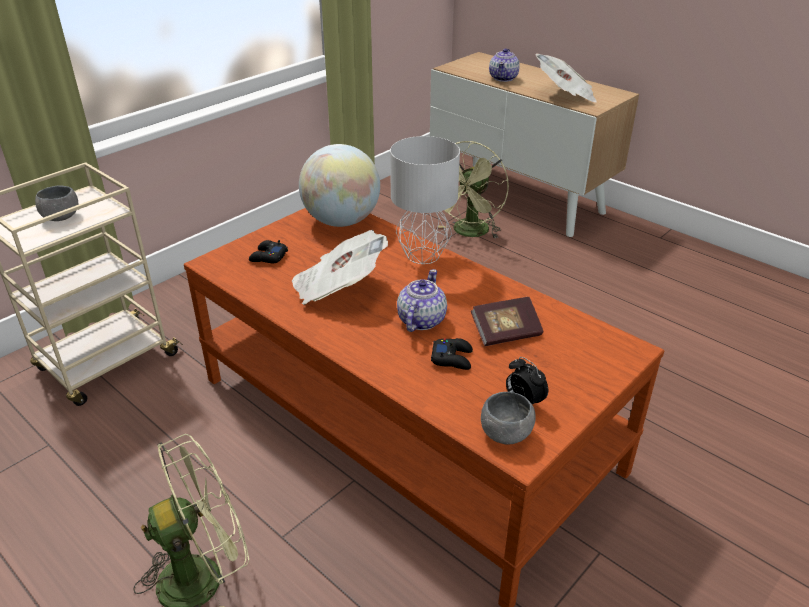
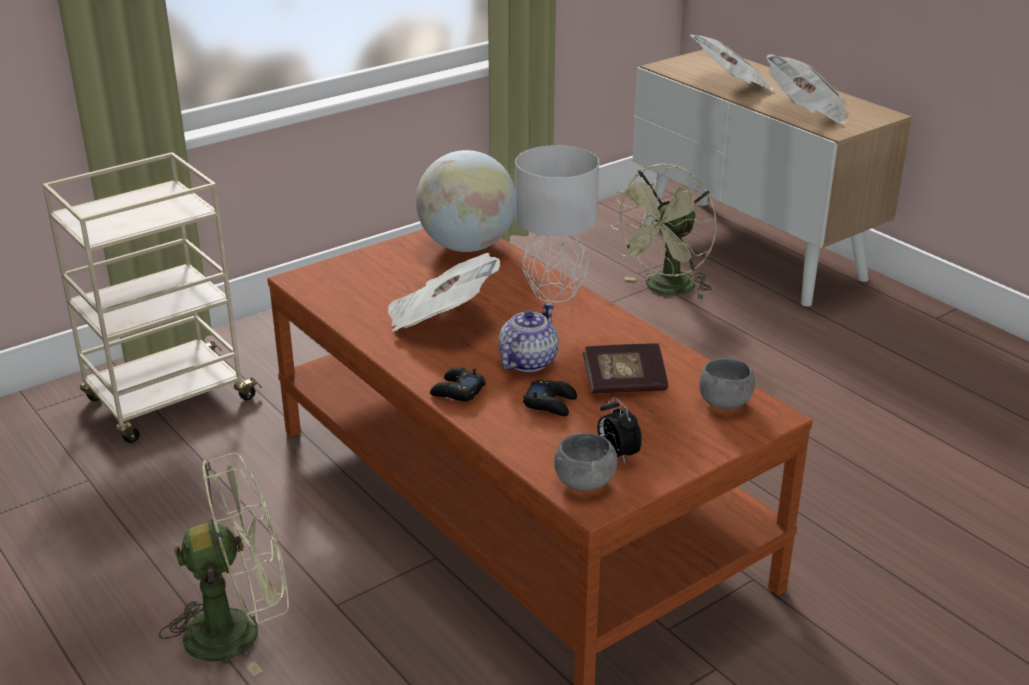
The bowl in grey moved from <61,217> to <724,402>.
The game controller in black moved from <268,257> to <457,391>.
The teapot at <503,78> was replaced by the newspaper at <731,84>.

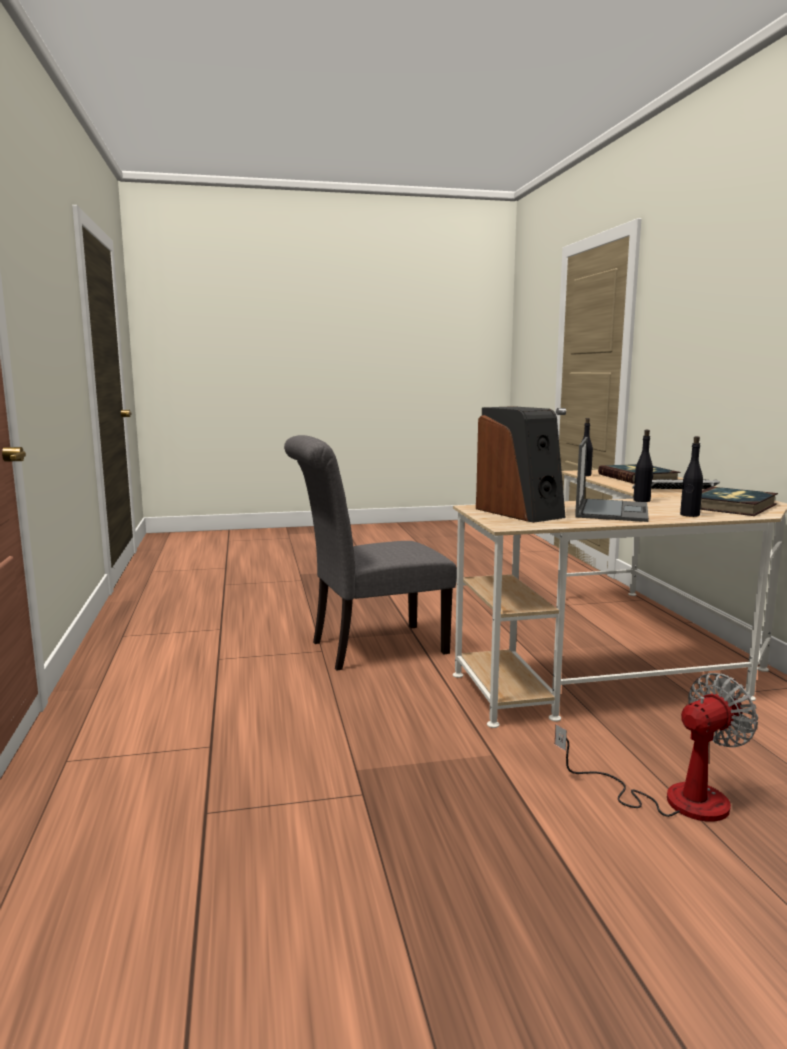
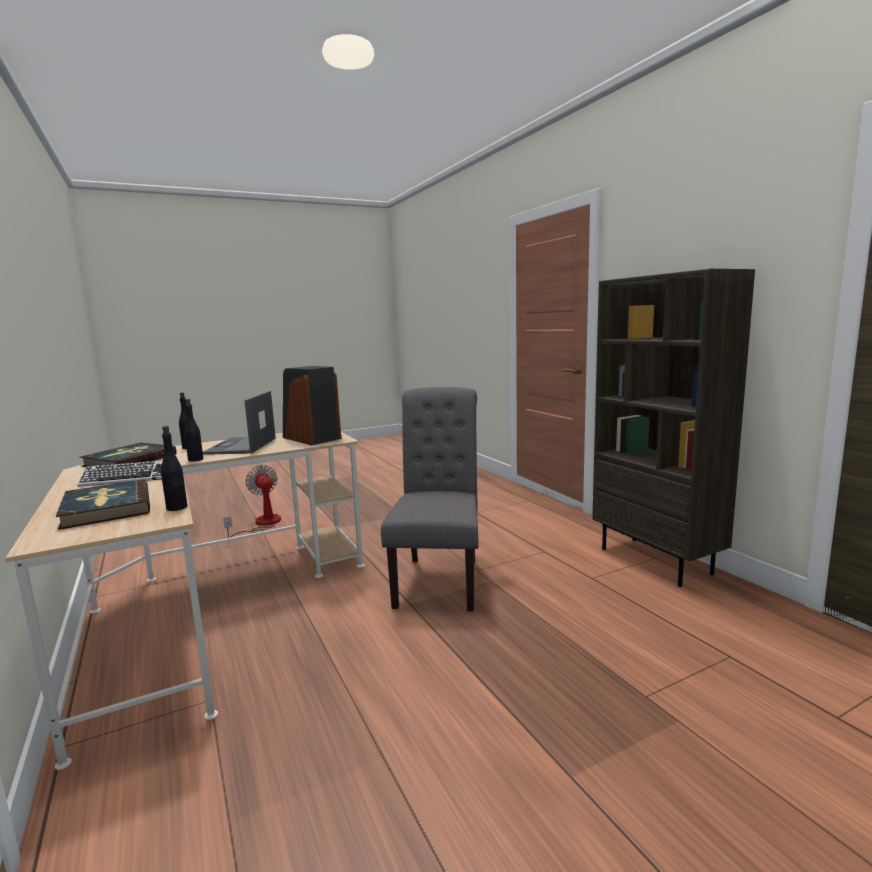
The bookcase in brown at <656,561> appeared.
The chair in grey at <370,648> turned 45 degrees counterclockwise.
The fan at <672,798> turned 105 degrees clockwise.

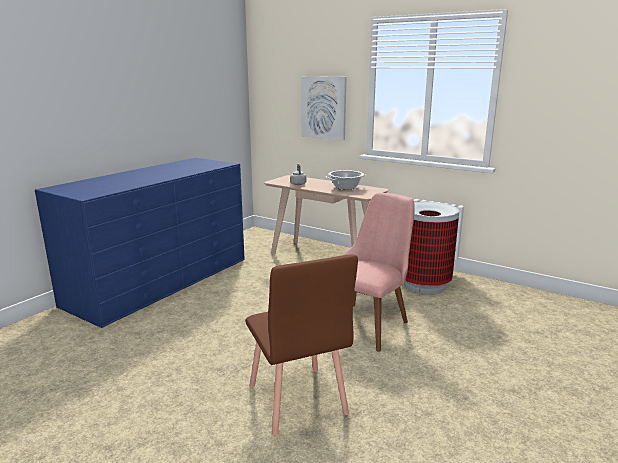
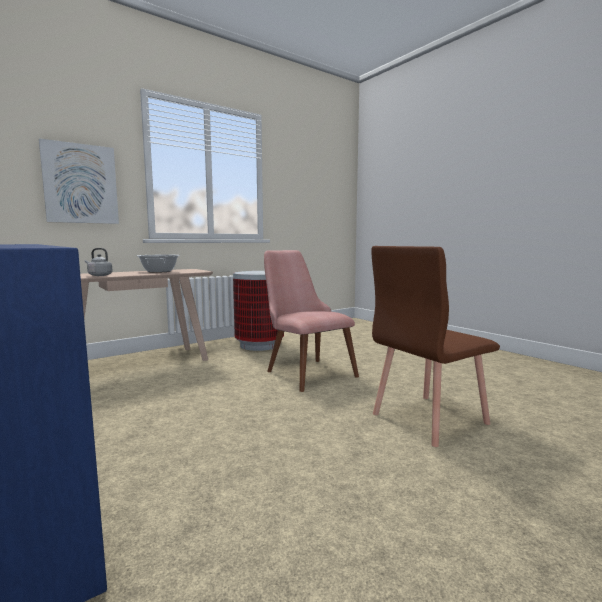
The chair in brown at <296,400> turned 150 degrees clockwise.

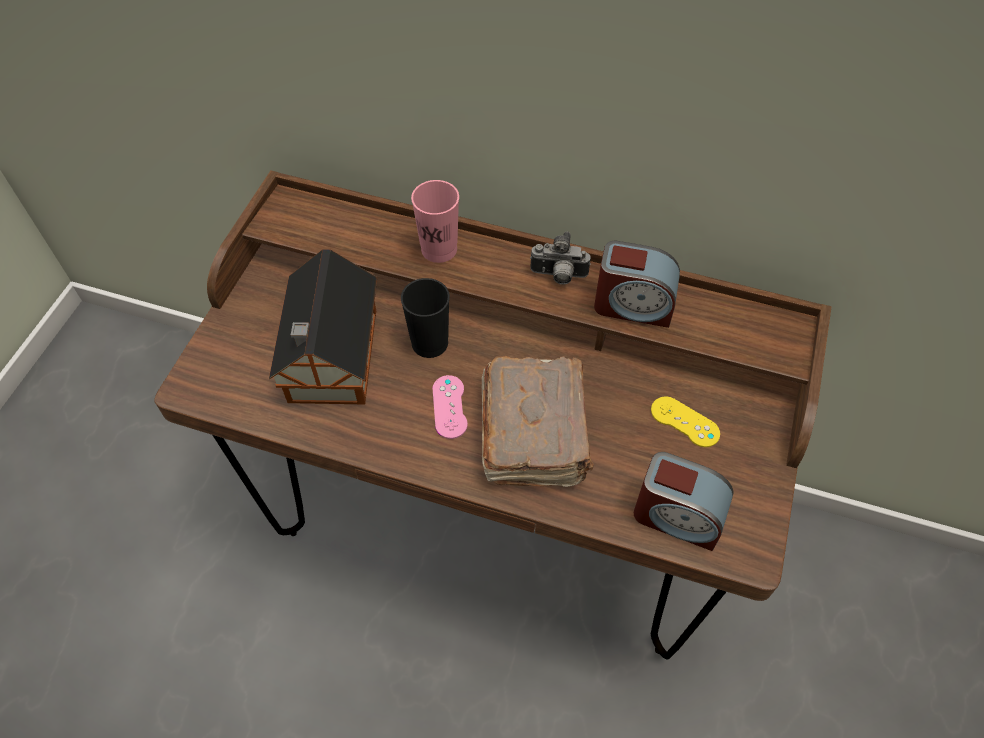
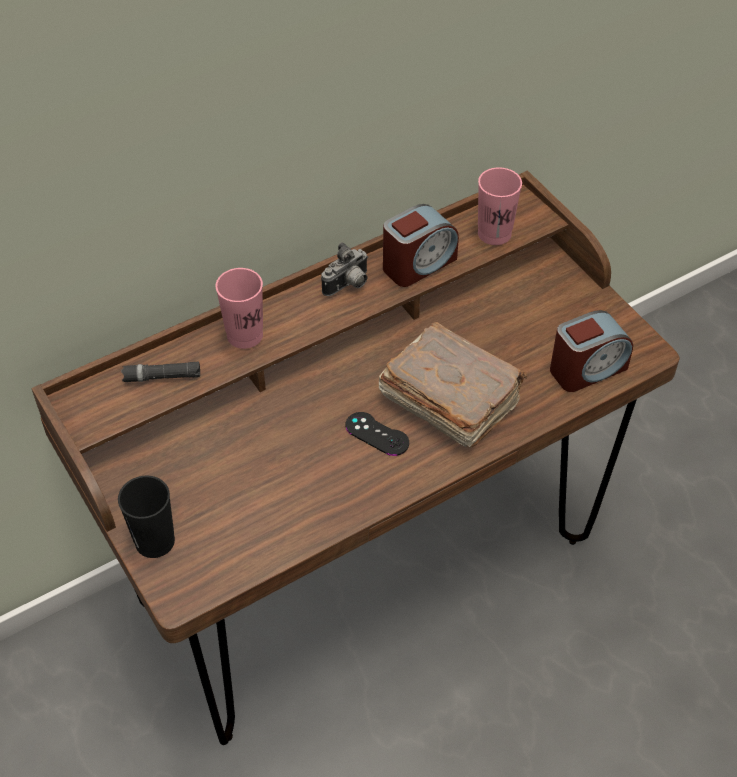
The toy house at <331,360> disappeared.
The game controller in yellow at <684,422> disappeared.
The flashlight in black at <162,376> appeared.
The cup in pink at <494,233> appeared.
The cup in black moved from <429,343> to <155,541>.
The game controller in pink at <449,407> became the game controller in black at <377,434>.

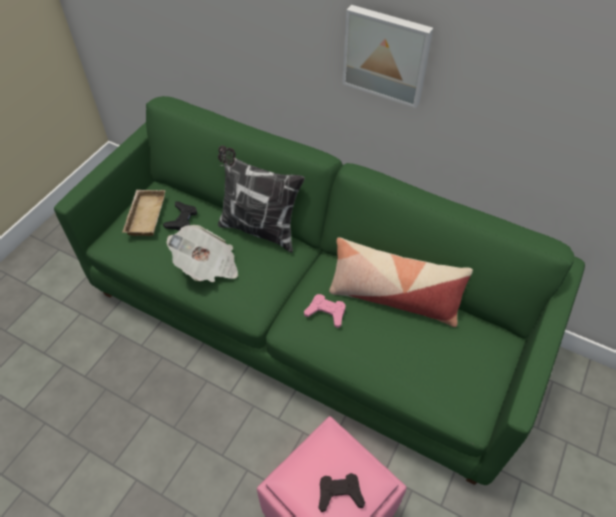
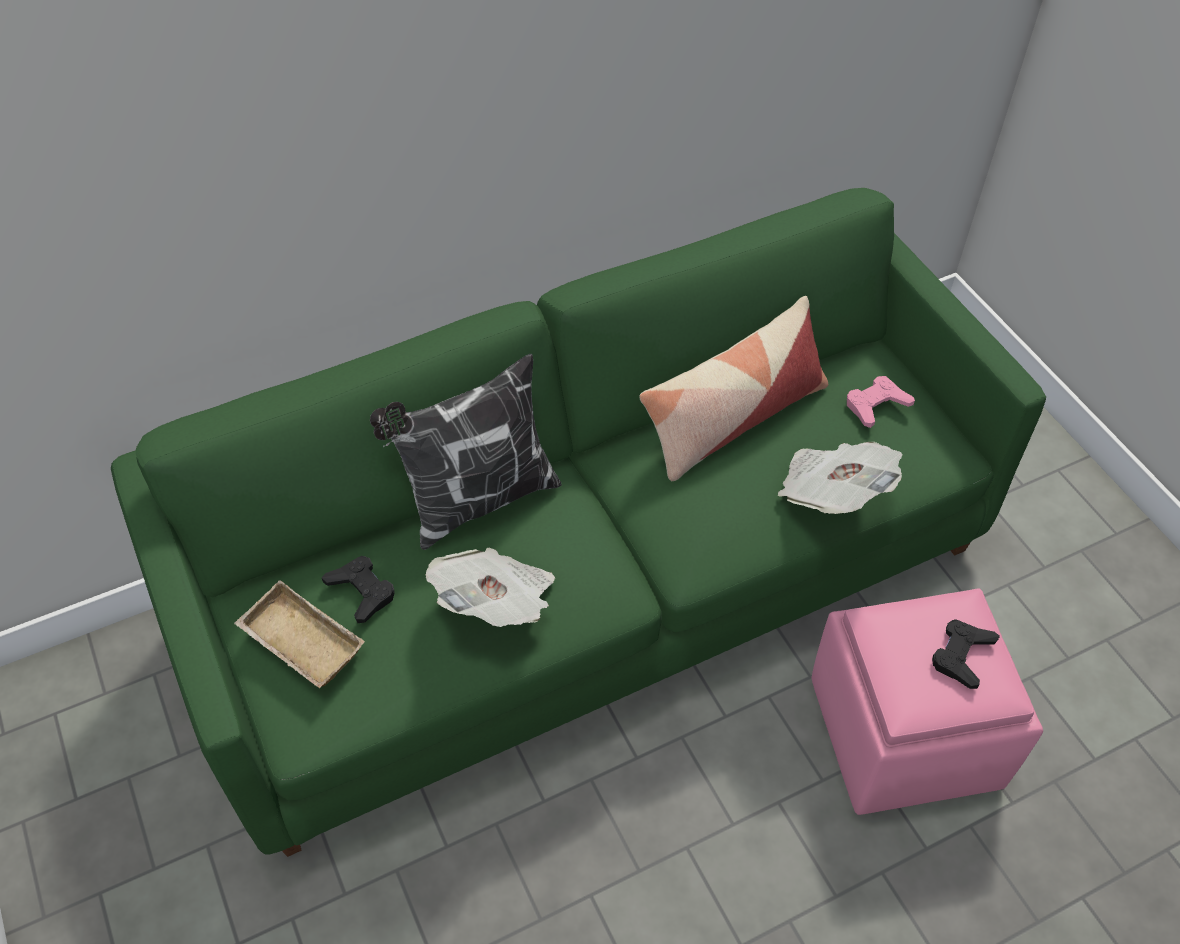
The picture at <386,55> disappeared.
The newspaper at <833,492> appeared.
The game controller in pink moved from <326,312> to <876,405>.

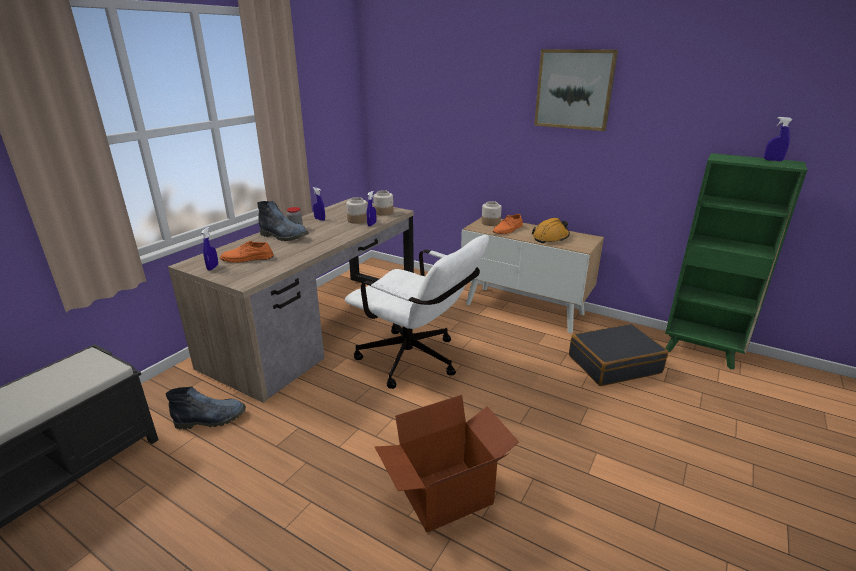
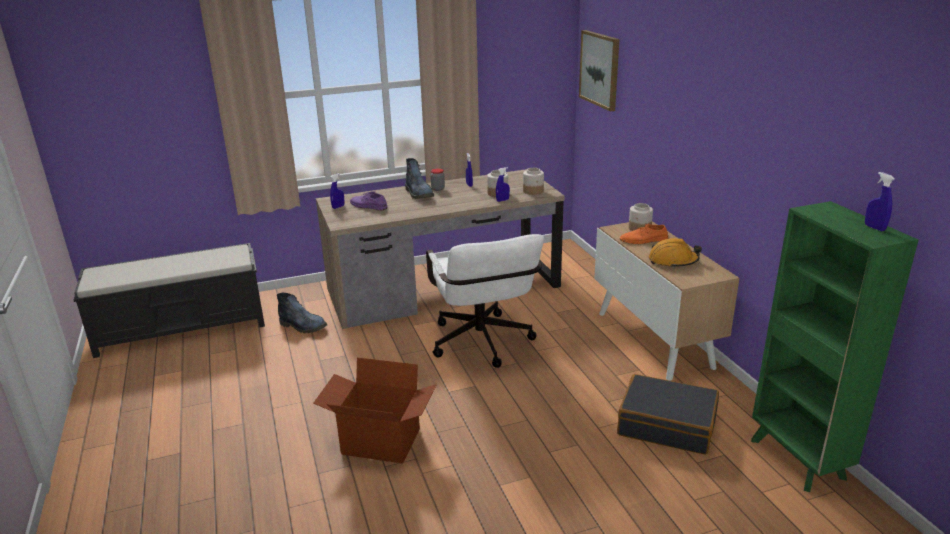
The picture moved from <574,89> to <600,69>.
The shoe in orange at <247,258> became the shoe in purple at <368,206>.

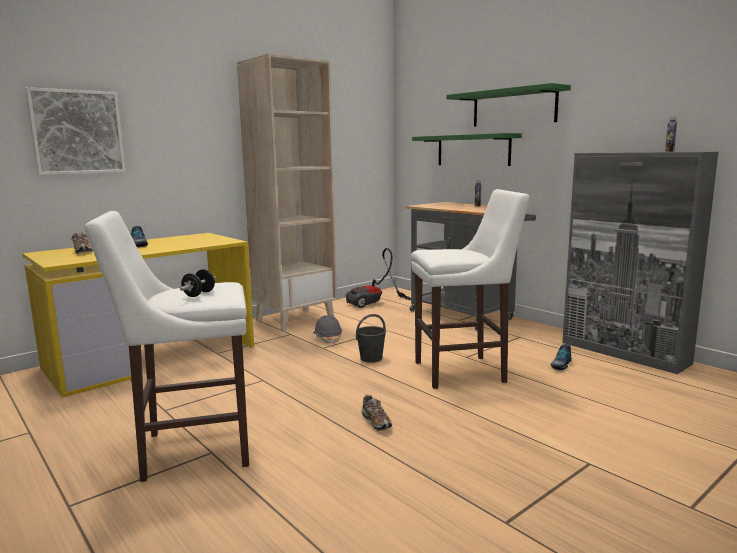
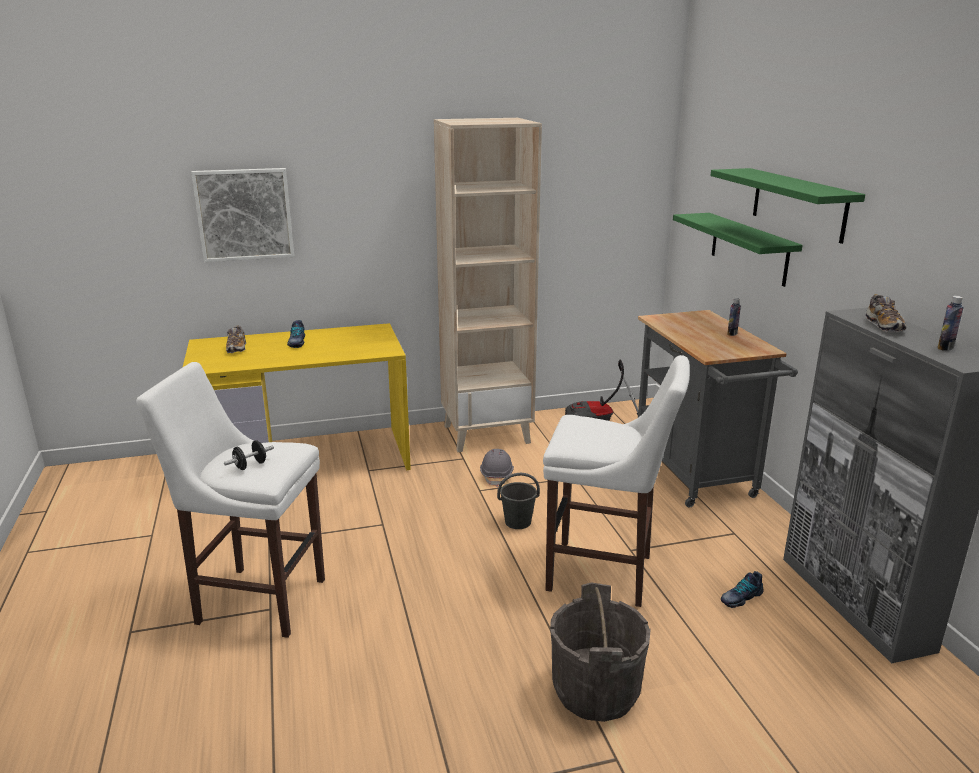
The bucket in grey at <596,691> appeared.
The shoe moved from <376,422> to <884,326>.

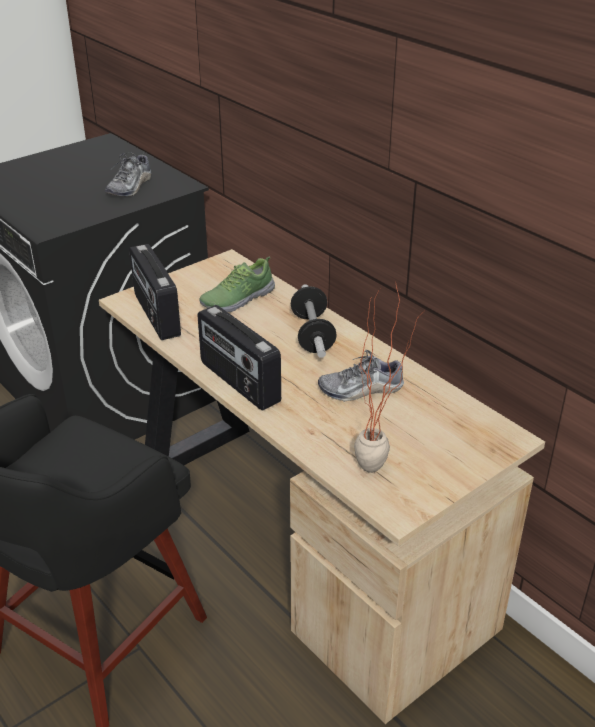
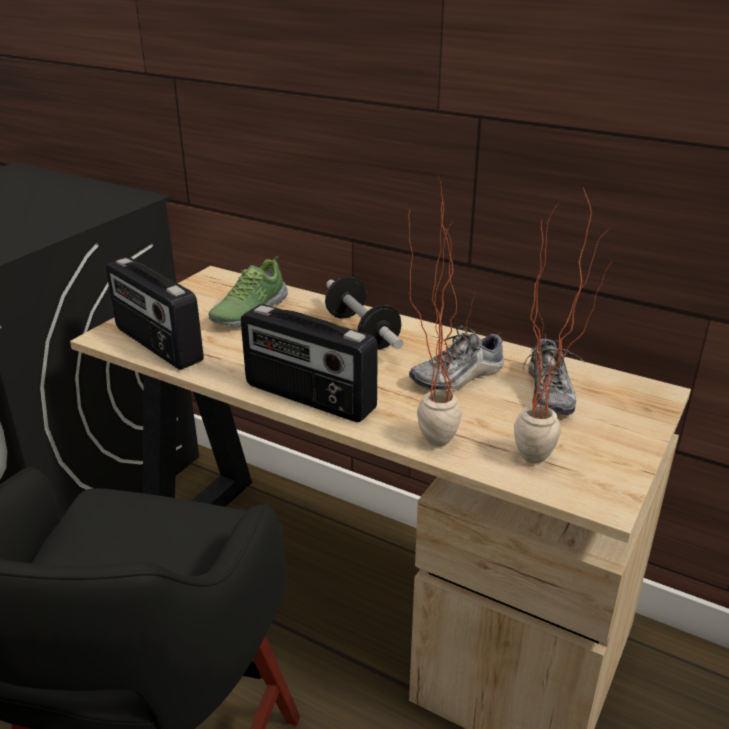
The potted plant at <432,434> appeared.
The shoe moved from <130,187> to <549,393>.

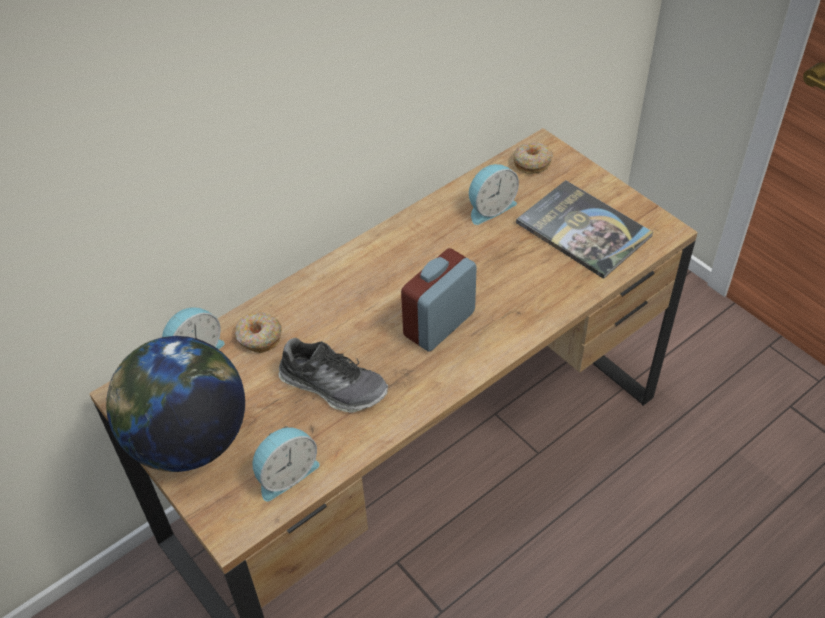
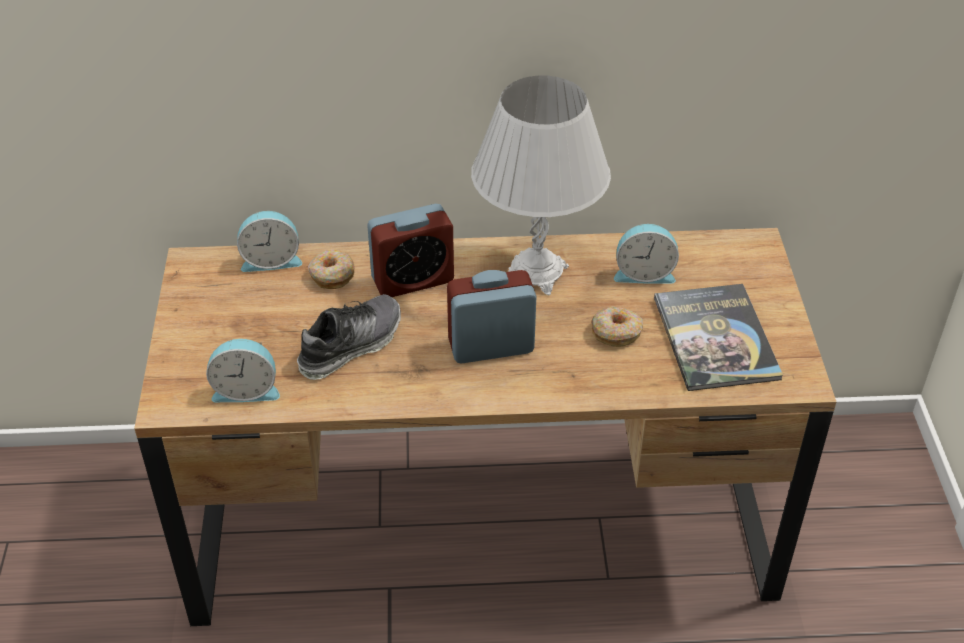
The globe at <189,441> disappeared.
The alarm clock at <412,280> appeared.
The table lamp in white at <536,273> appeared.
The donut moved from <532,163> to <616,332>.
The shoe at <333,386> turned 105 degrees counterclockwise.

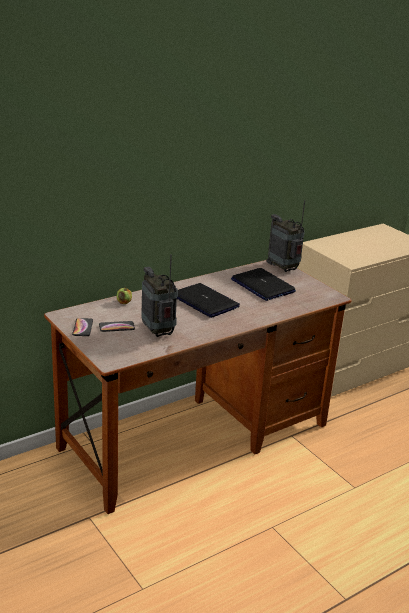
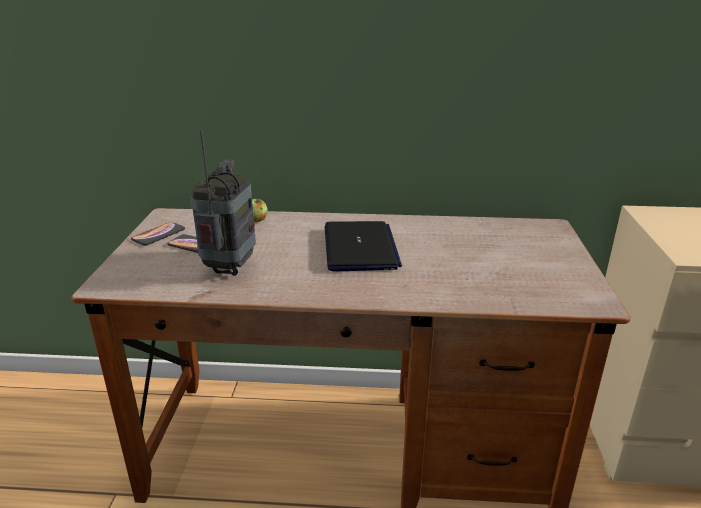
The laptop at <262,285> disappeared.
The radio at <283,268> disappeared.

